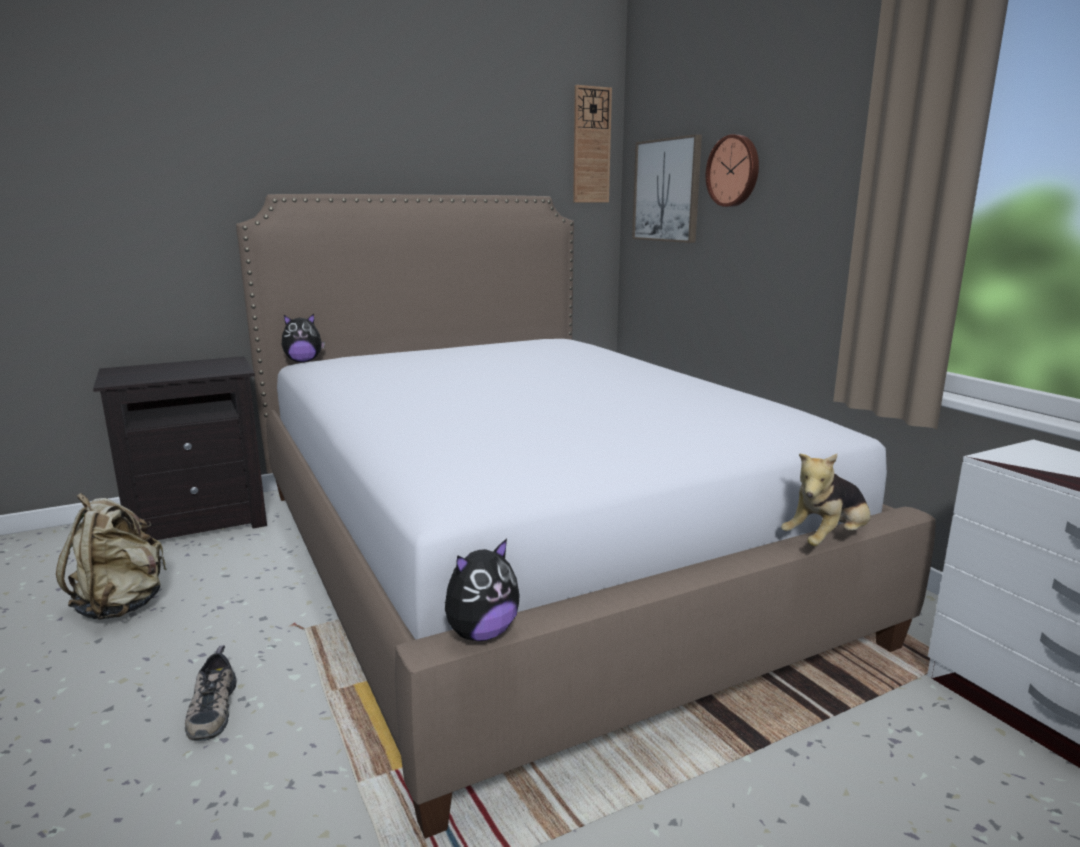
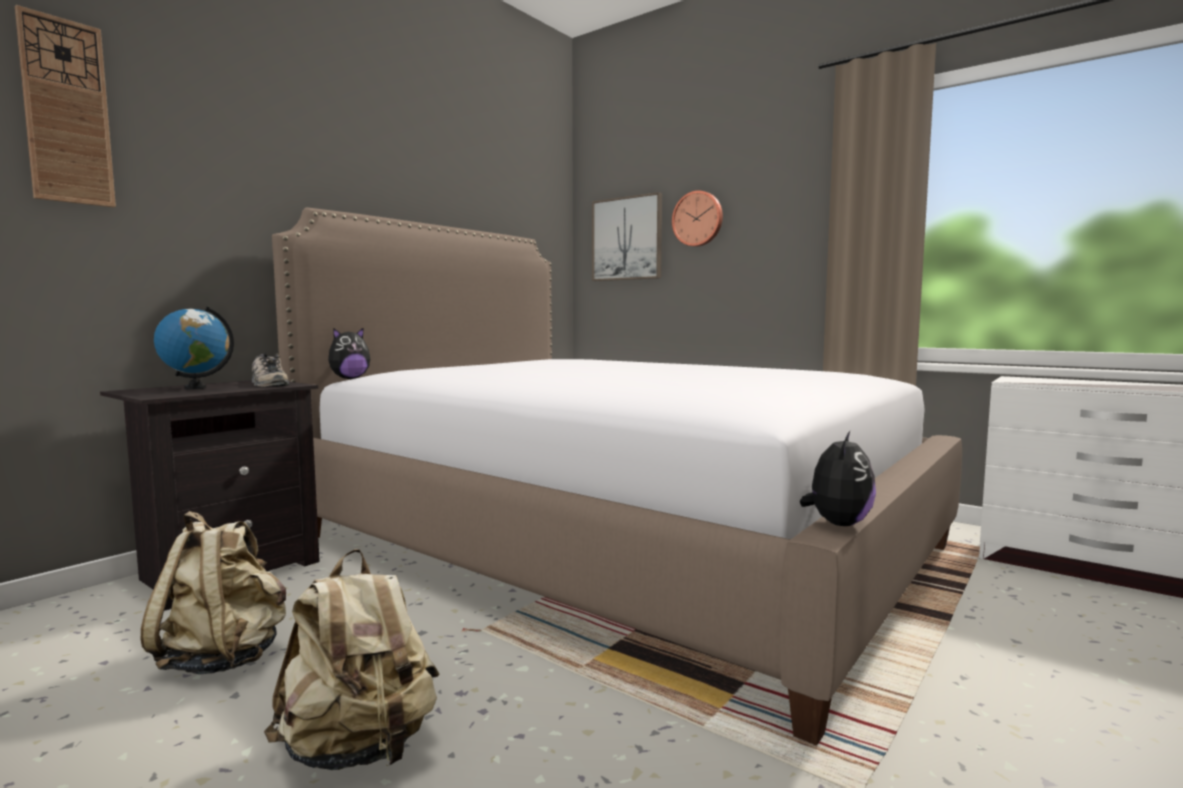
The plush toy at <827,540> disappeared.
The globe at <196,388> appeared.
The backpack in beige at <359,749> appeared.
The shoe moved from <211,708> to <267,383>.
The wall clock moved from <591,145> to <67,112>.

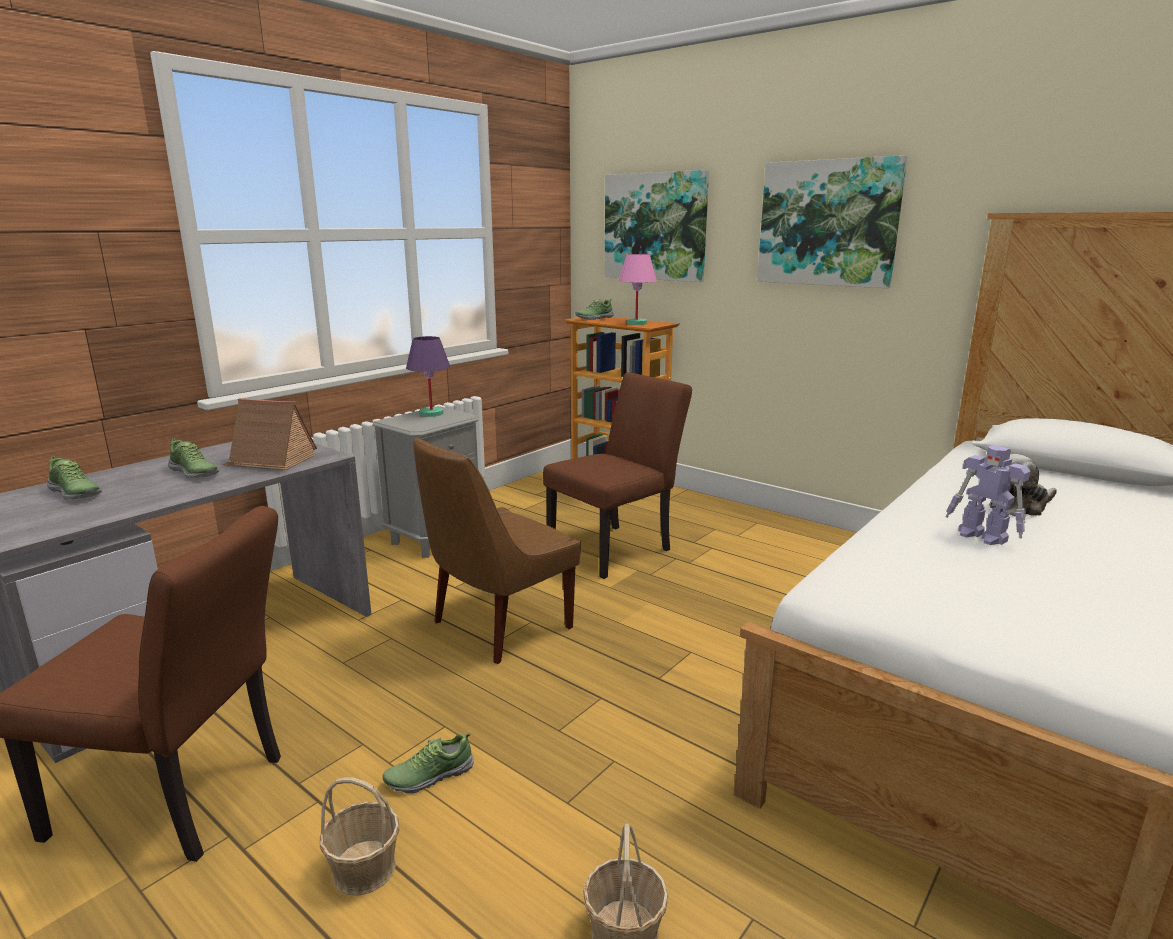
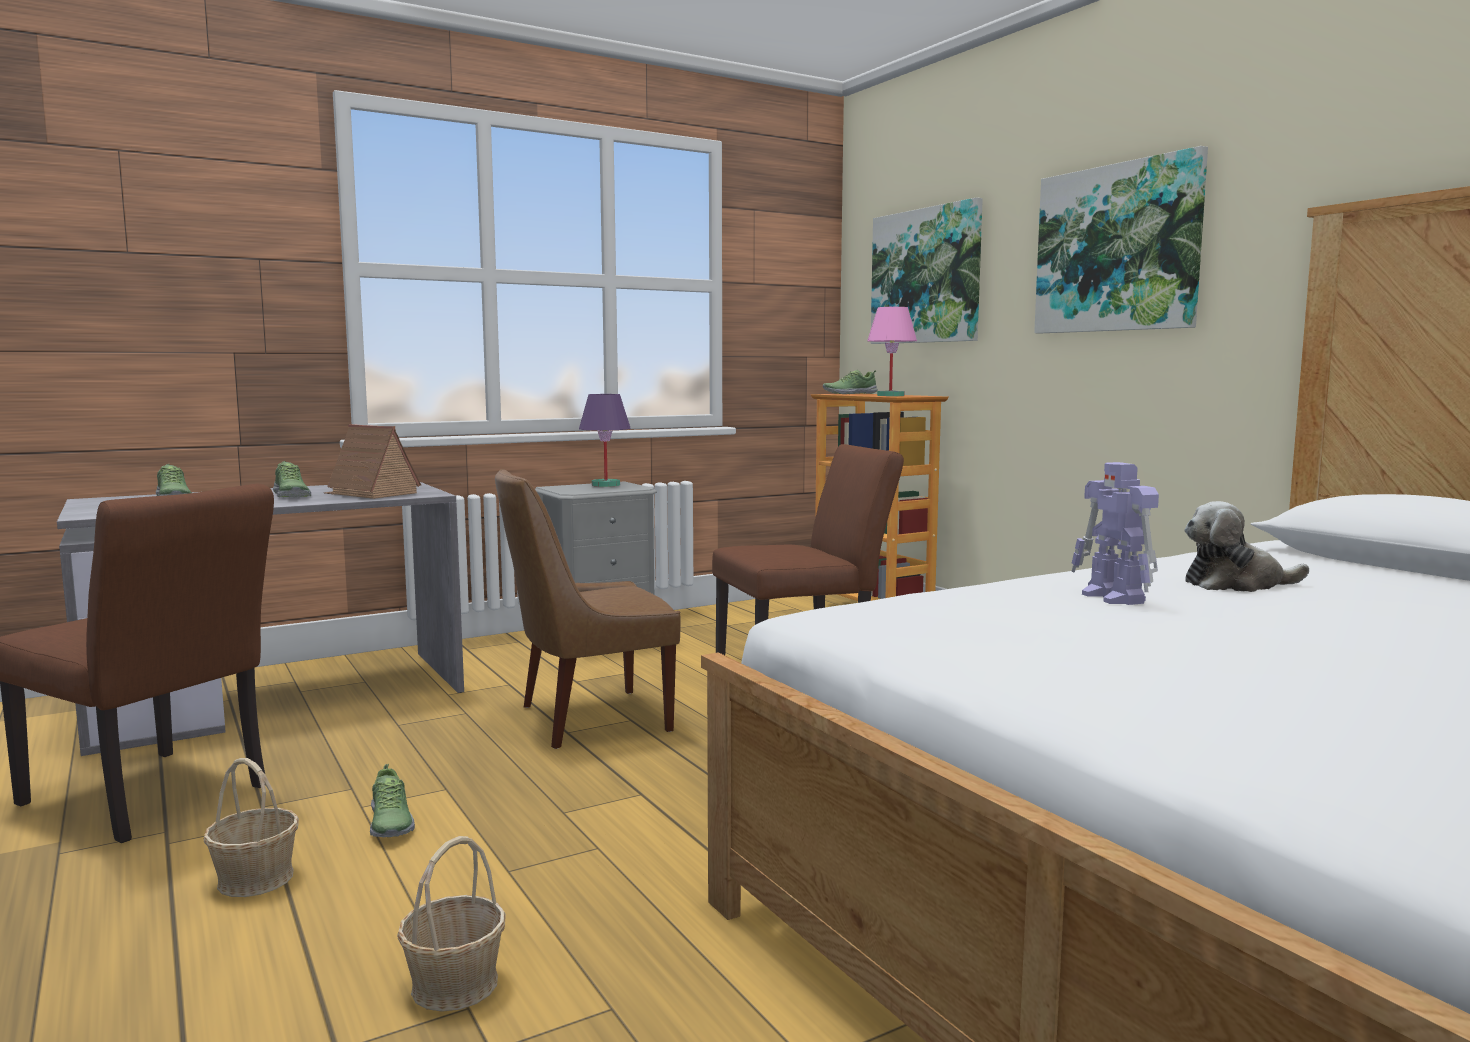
The shoe at <429,775> turned 105 degrees counterclockwise.

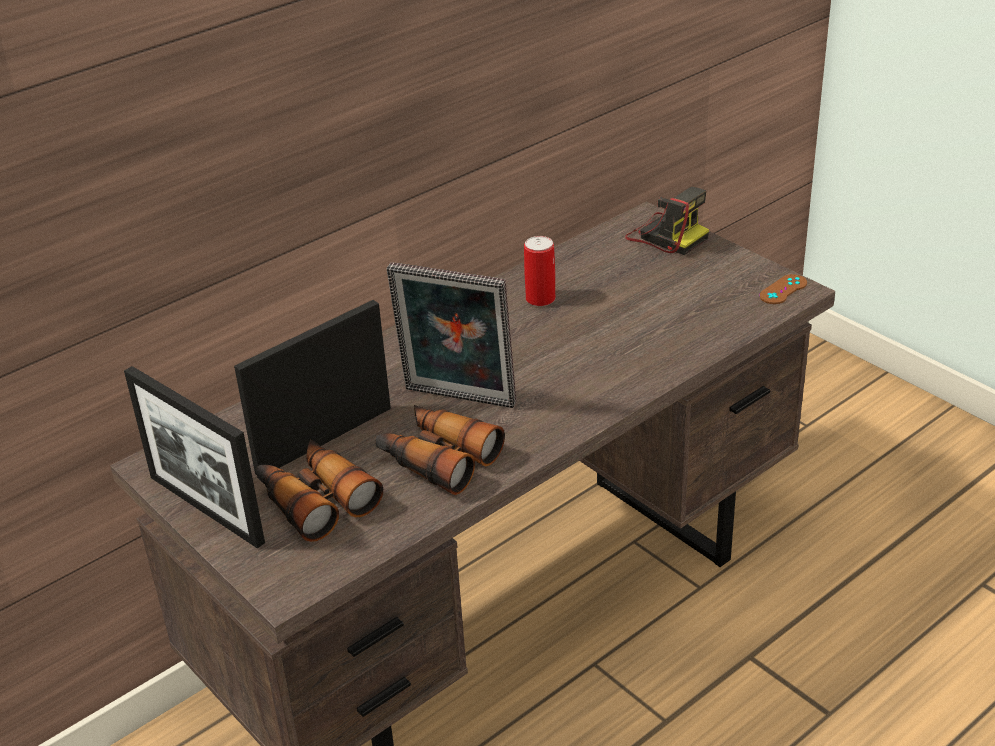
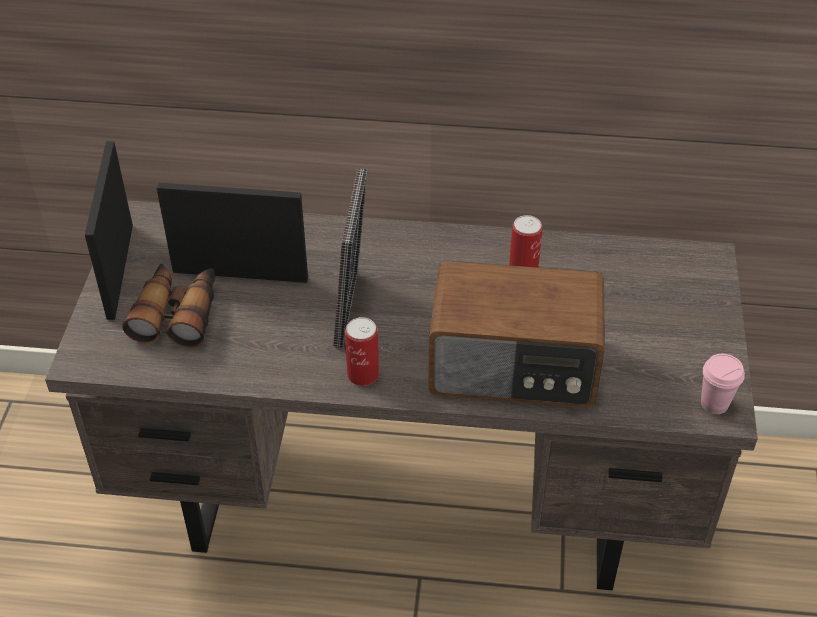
The binoculars at <437,458> disappeared.
The photo camera at <666,236> disappeared.
The can at <363,374> appeared.
The radio at <514,367> appeared.
The game controller in brown at <783,290> was replaced by the cup in pink at <714,404>.
The picture frame at <458,400> turned 150 degrees counterclockwise.

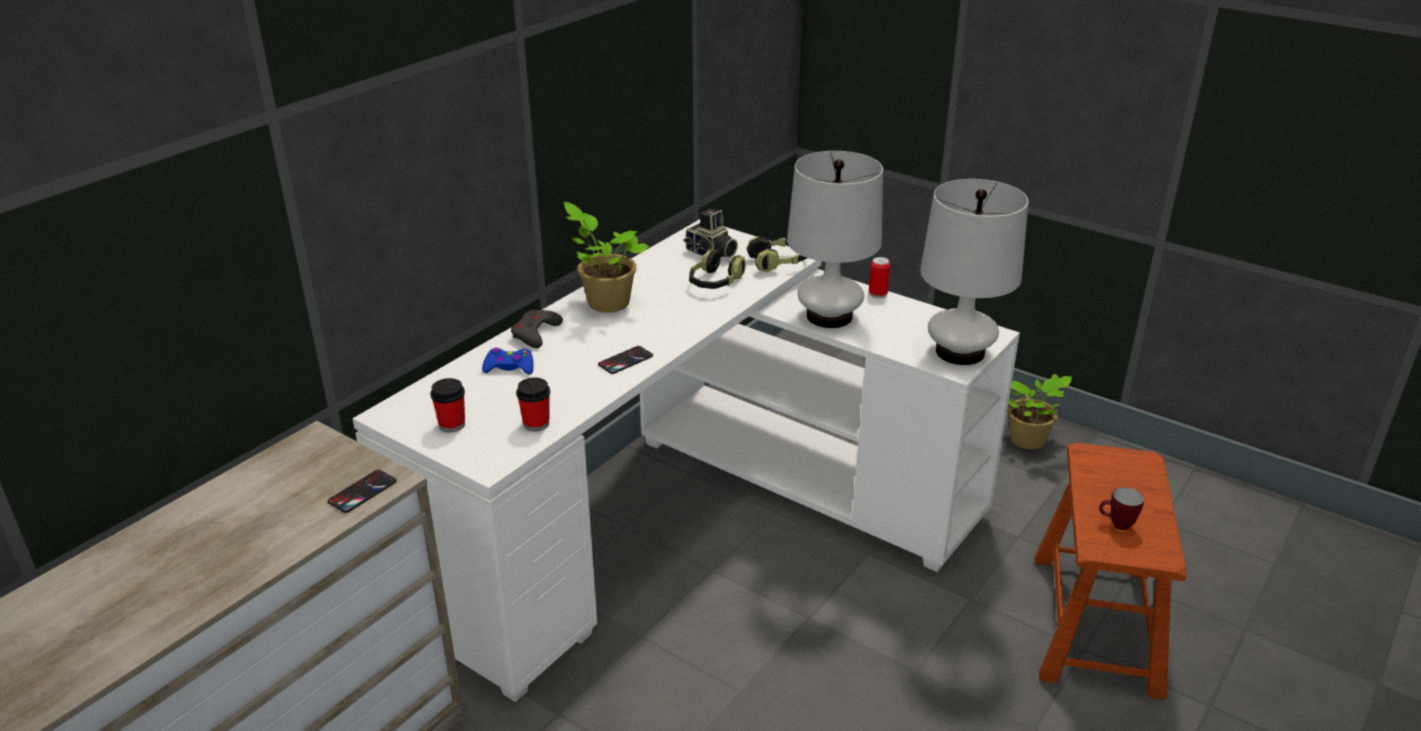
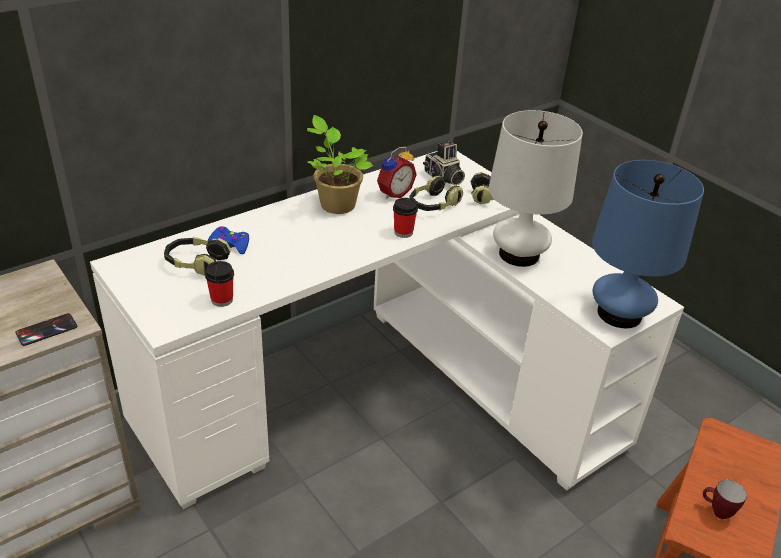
The game controller in grey at <535,333> disappeared.
The phone at <625,360> disappeared.
The can at <878,294> disappeared.
The potted plant at <1029,441> disappeared.
The headphones at <196,264> appeared.
The alarm clock at <393,193> appeared.
The cup moved from <452,425> to <403,232>.
The table lamp in white at <960,352> became the table lamp in blue at <619,314>.

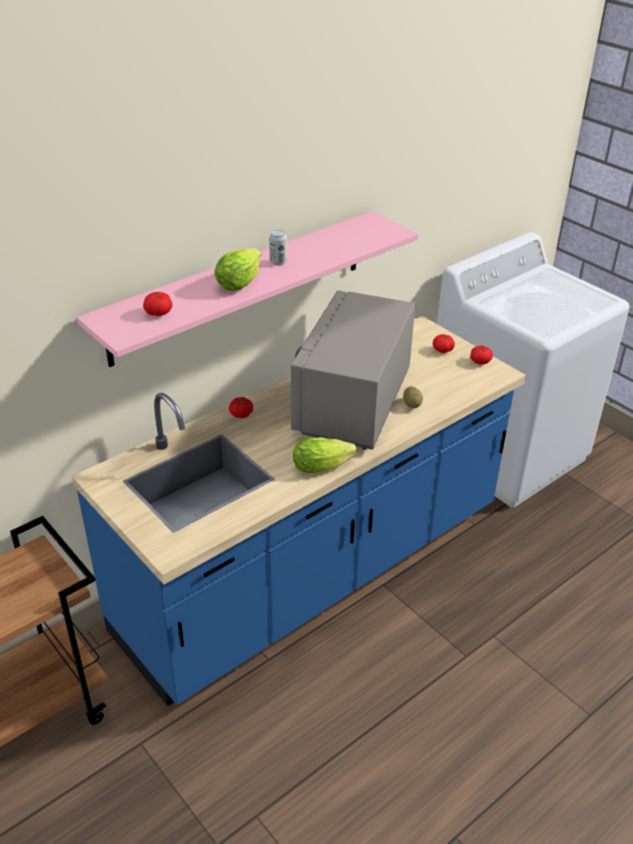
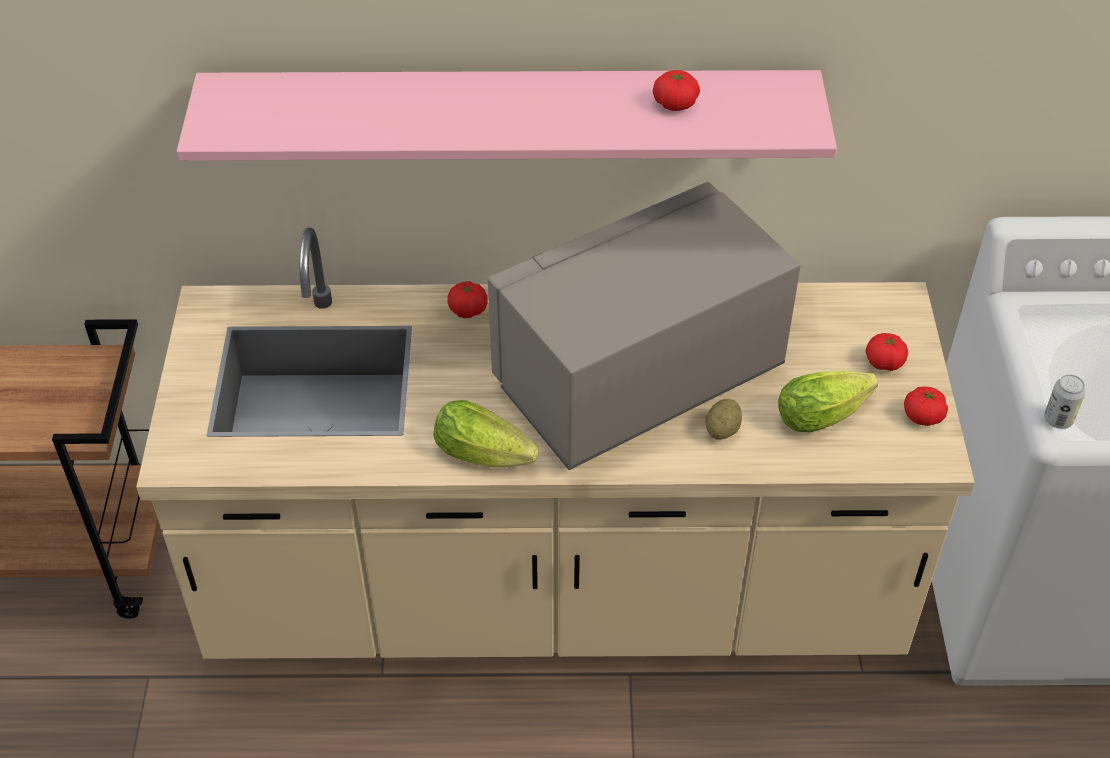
The tomato moved from <158,313> to <675,104>.
The lettuce moved from <241,281> to <826,413>.
The can moved from <278,262> to <1058,420>.
The counter in blue at <313,571> became the counter in beige at <555,592>.

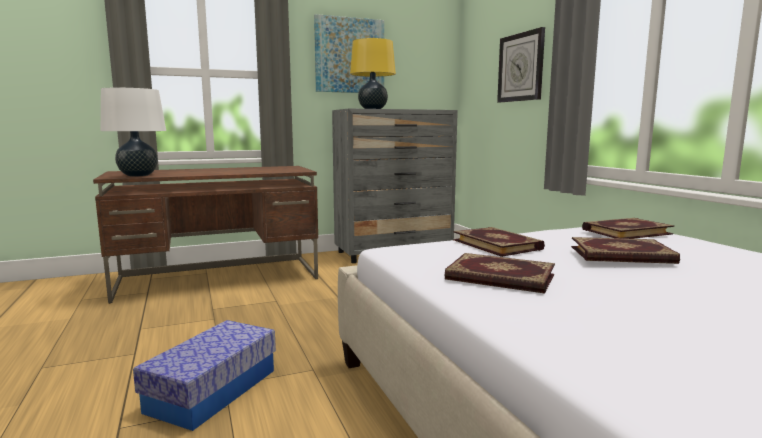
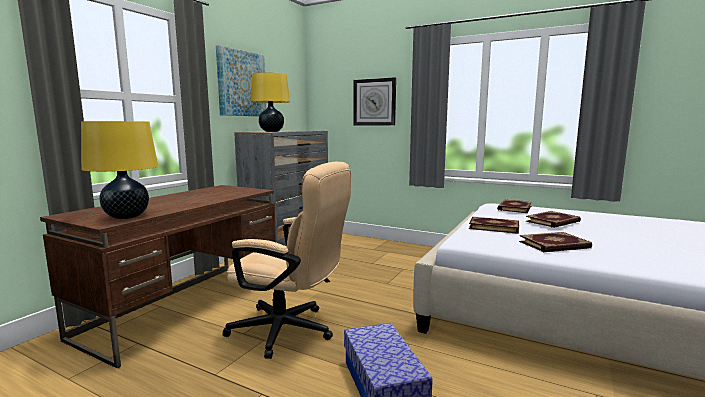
The office chair in beige at <290,331> appeared.
The table lamp in white at <138,175> became the table lamp in yellow at <126,216>.

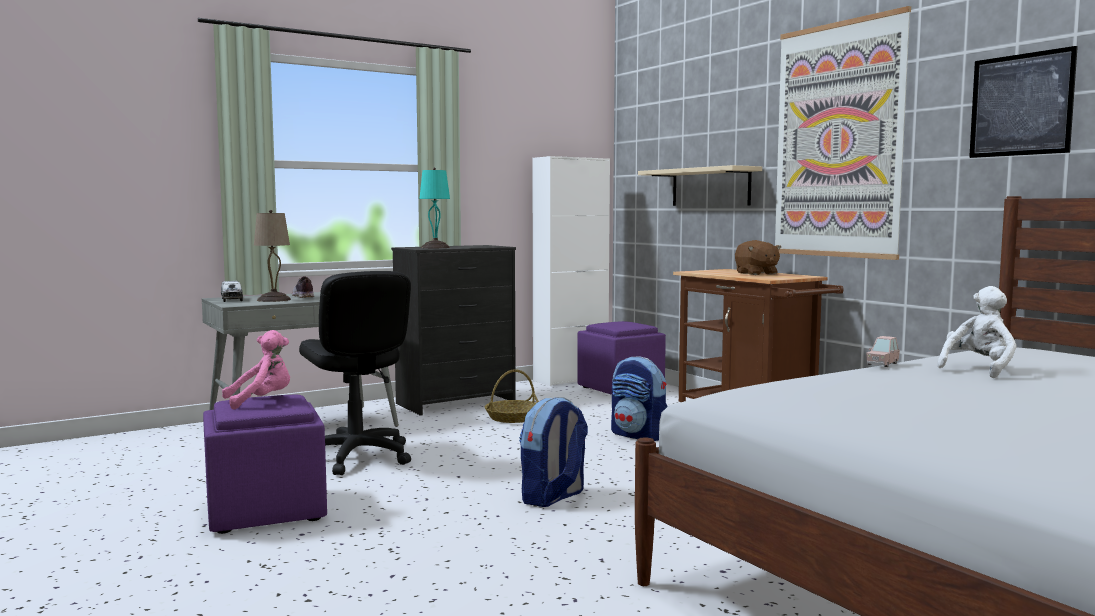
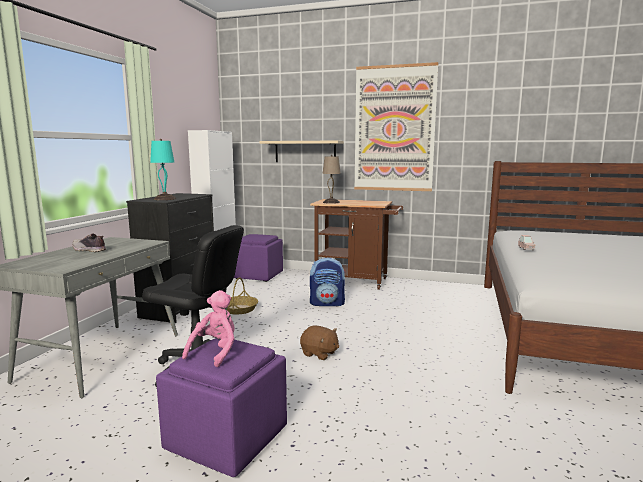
The toy truck at <231,299> disappeared.
The backpack at <553,497> disappeared.
The plush toy in white at <978,369> disappeared.
The picture at <1021,105> disappeared.
The table lamp in beige moved from <273,299> to <331,202>.
The plush toy in brown moved from <756,273> to <319,353>.

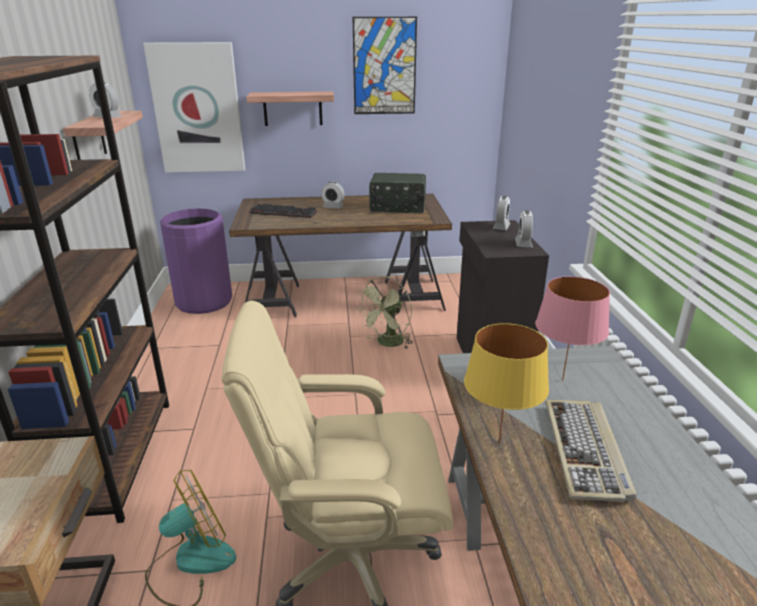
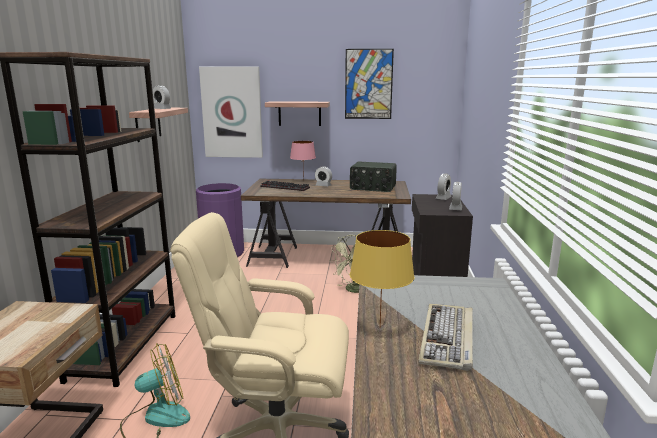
The table lamp in pink moved from <563,380> to <303,181>.

